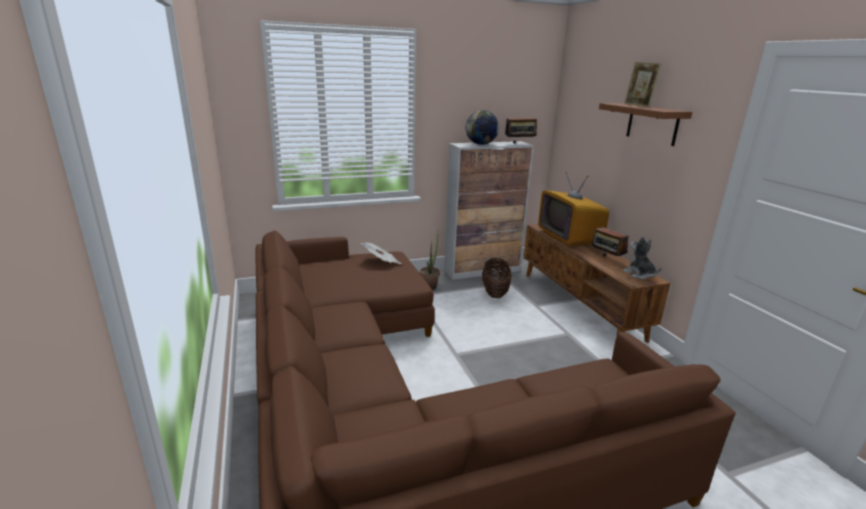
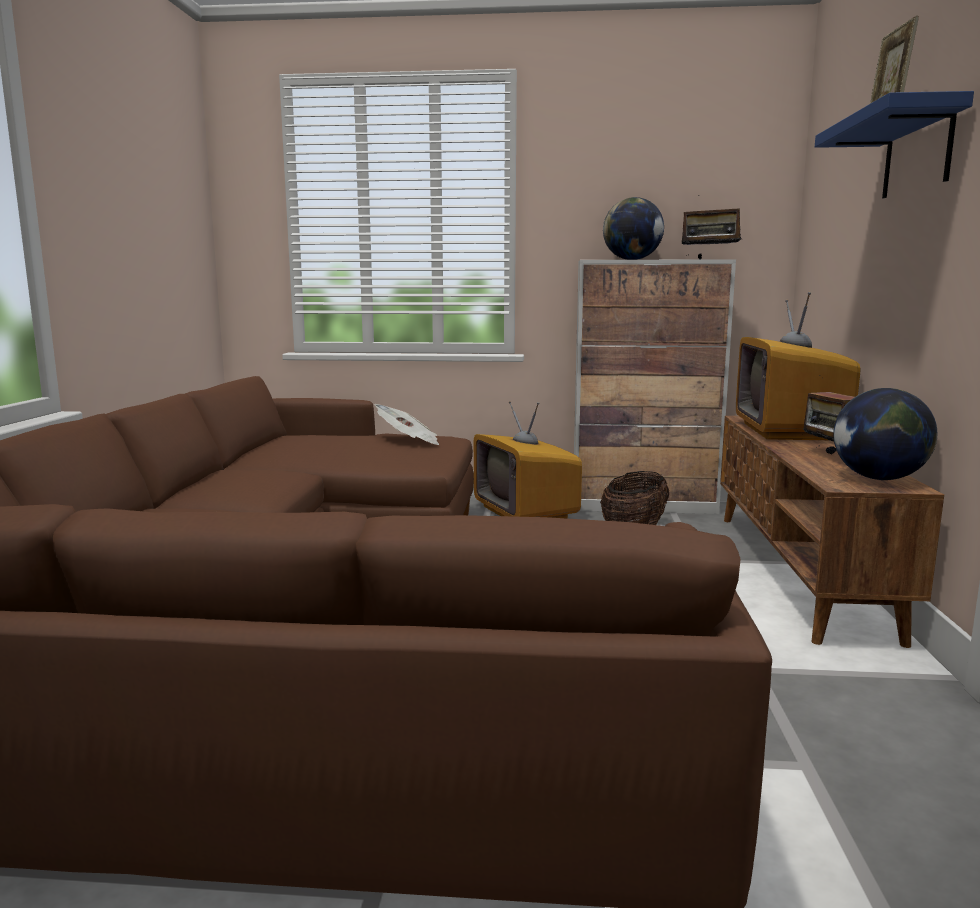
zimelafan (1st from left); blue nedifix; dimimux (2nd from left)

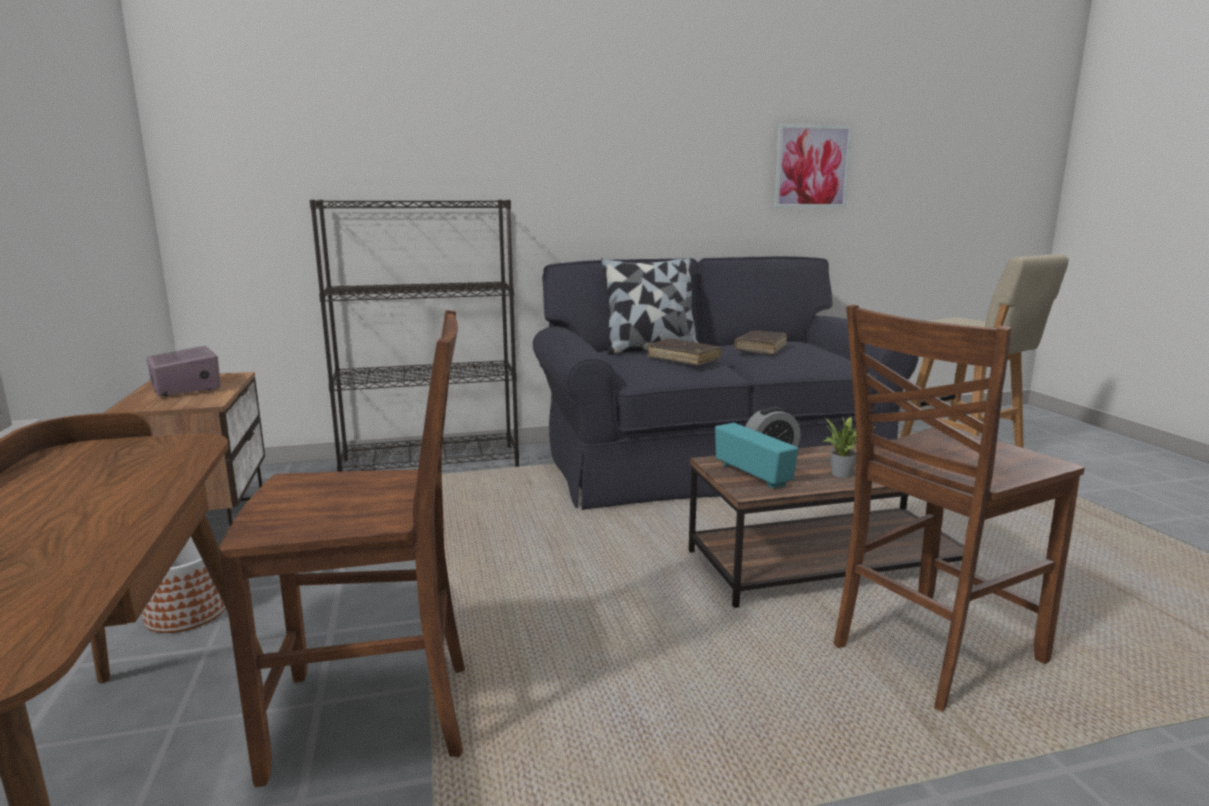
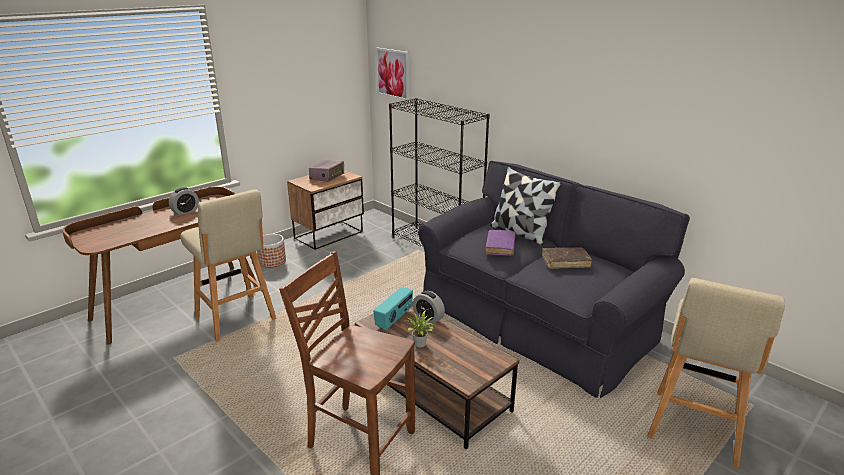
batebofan (1st from left); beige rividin (1st from left); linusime; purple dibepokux

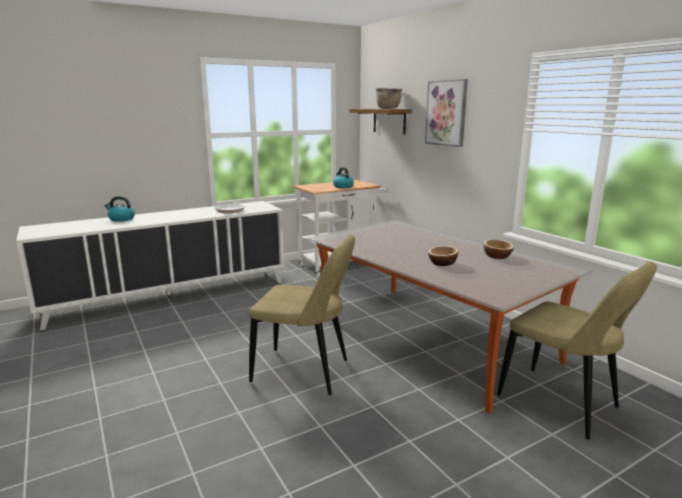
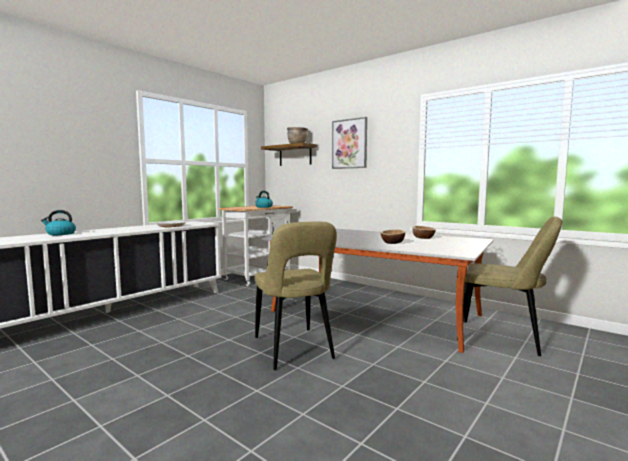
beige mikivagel (1st from left)

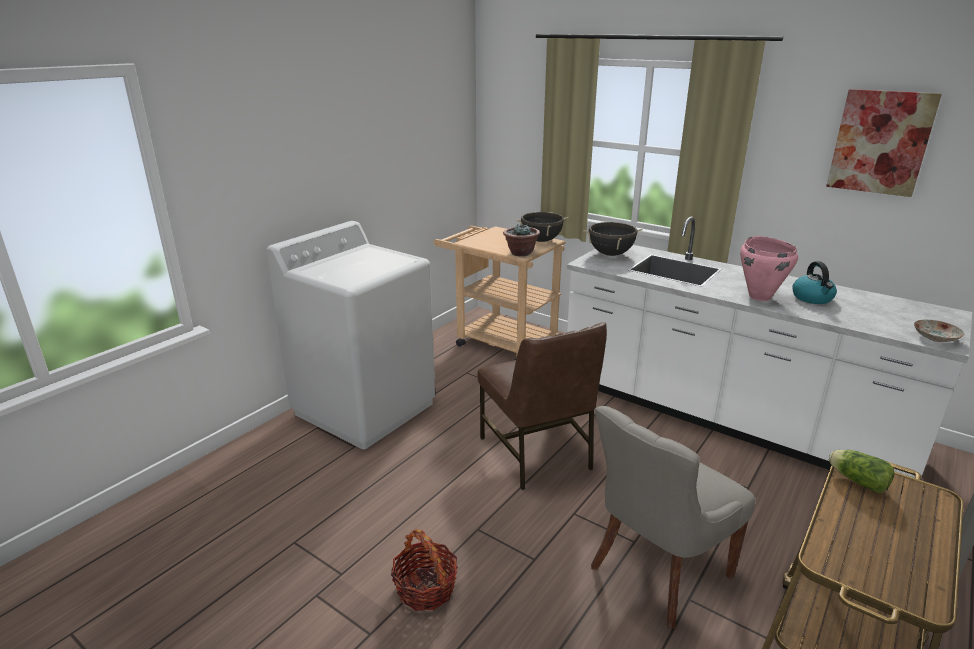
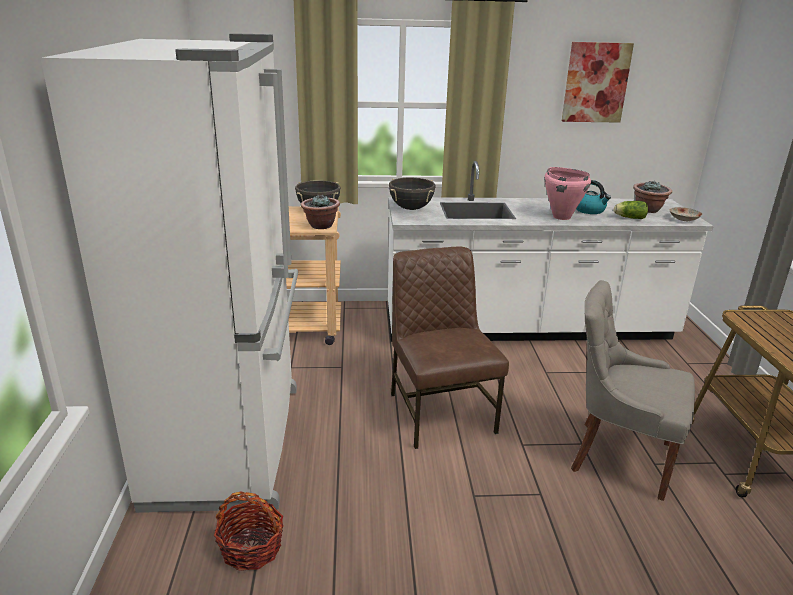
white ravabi; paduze; brown mikivagel; grey mikivagel; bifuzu; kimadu (2nd from left)

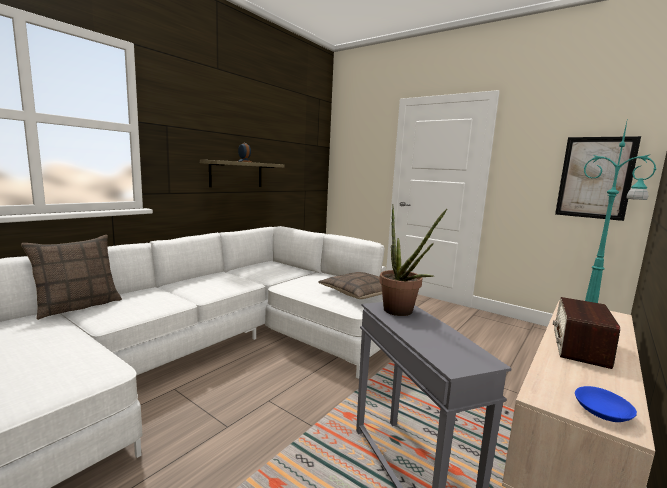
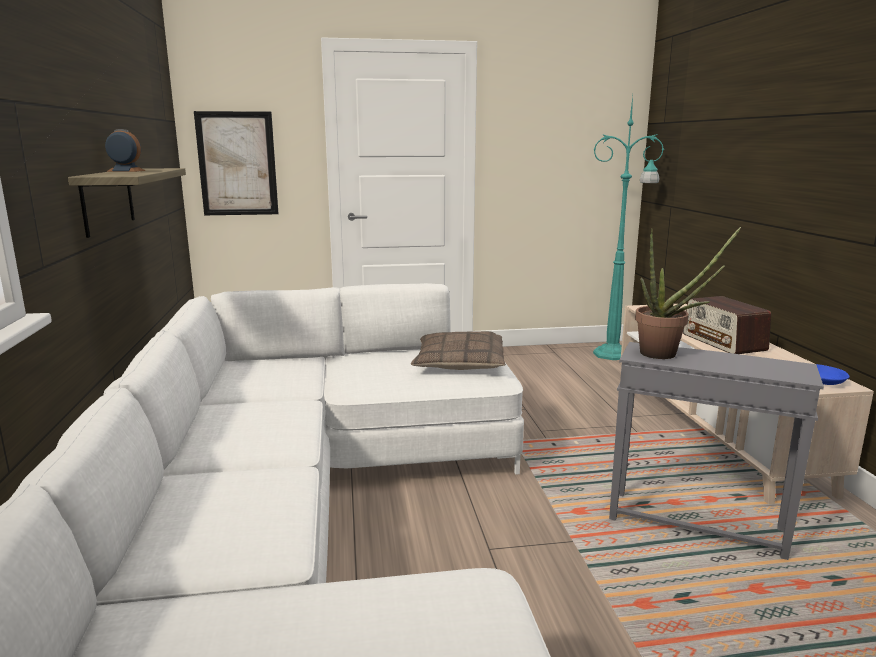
linusime; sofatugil (1st from left in the first image)

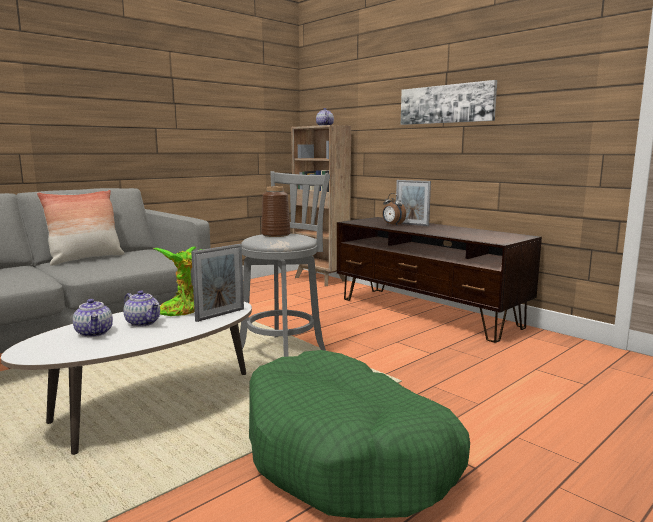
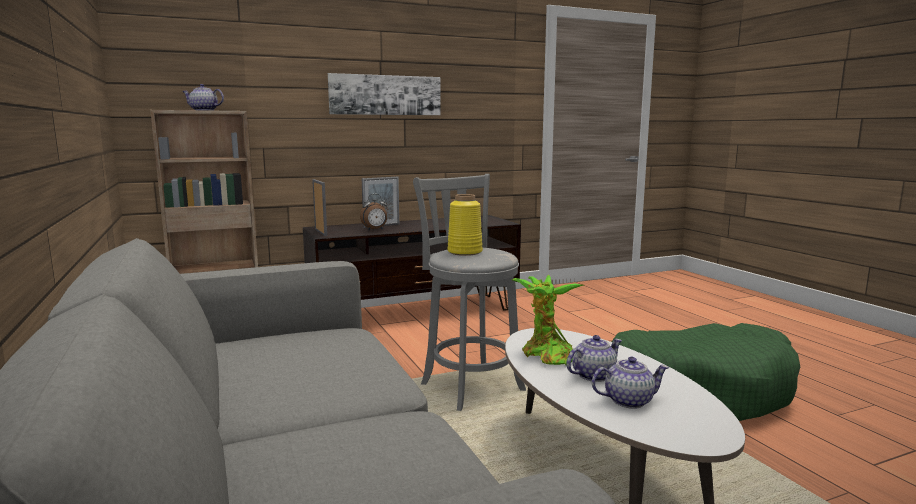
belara (1st from left); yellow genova; sofatugil

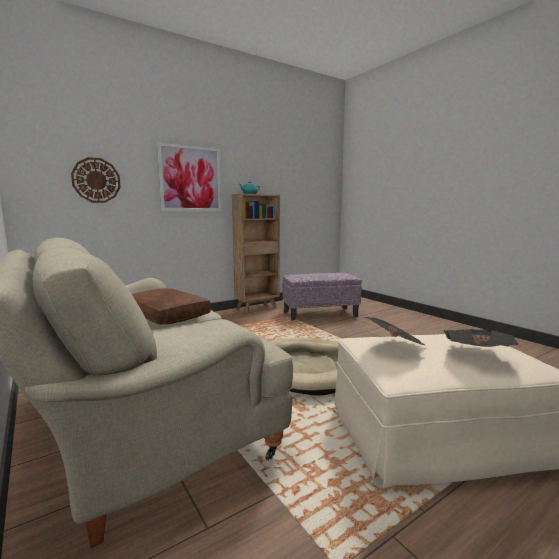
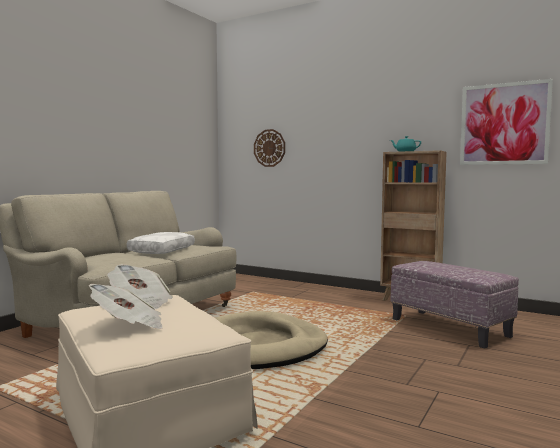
white sofatugil; linusime

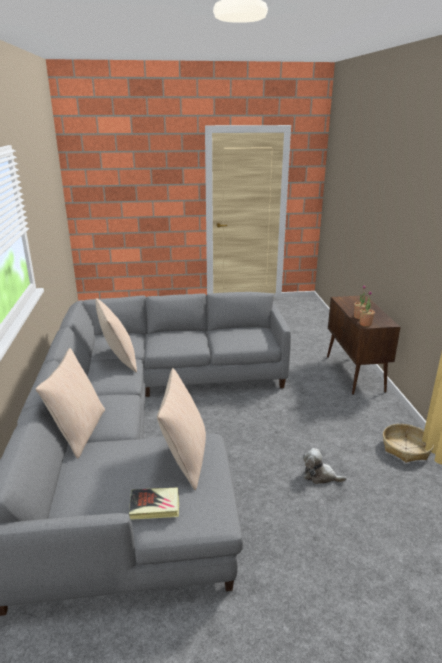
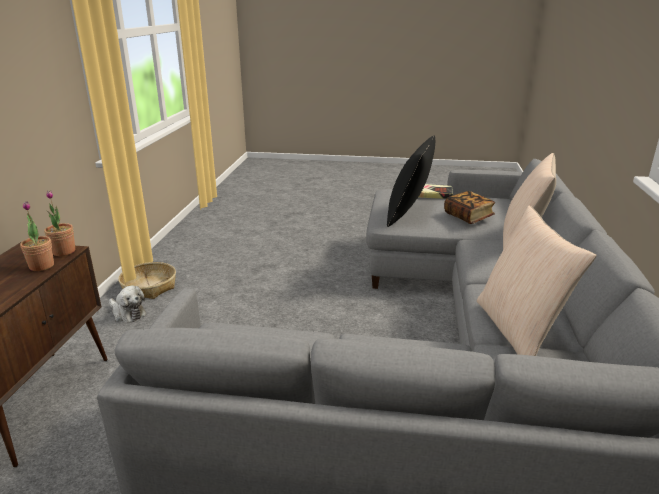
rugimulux; black sofatugil; dibepokux (2nd from left)

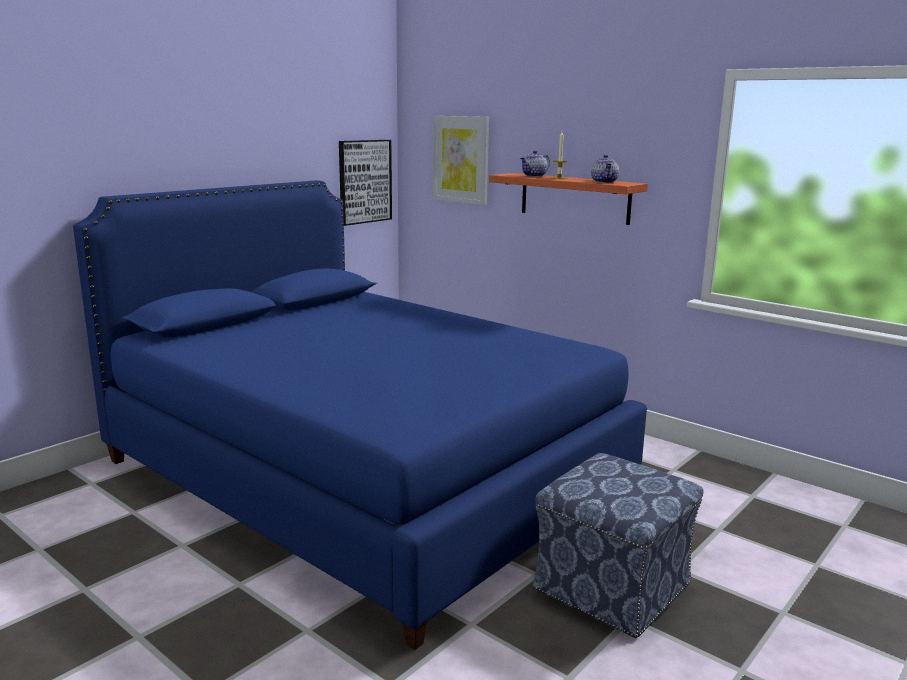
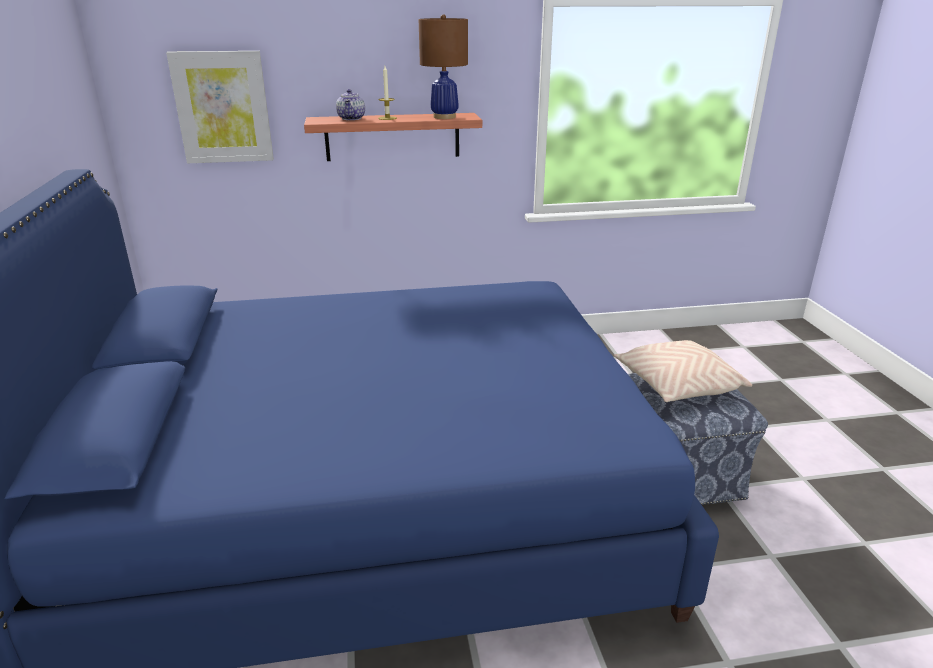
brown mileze; beige sofatugil; linusime (1st from left in the first image)

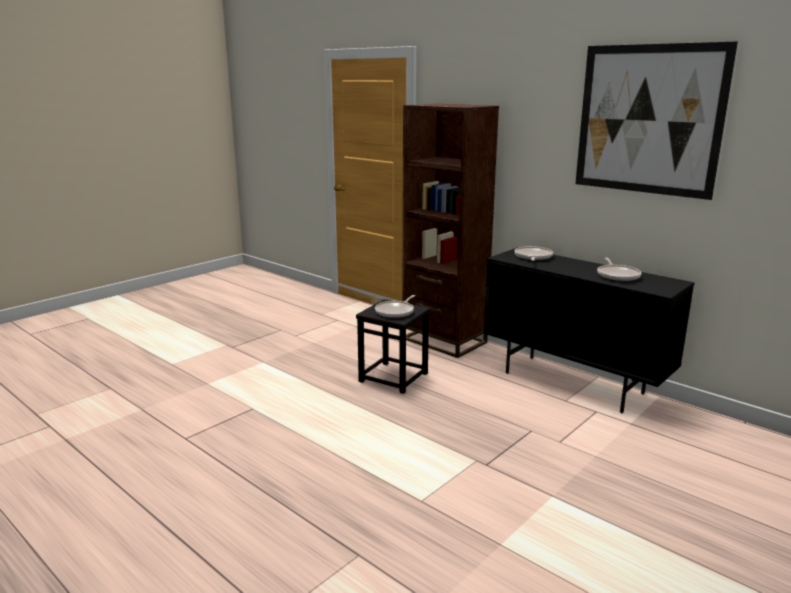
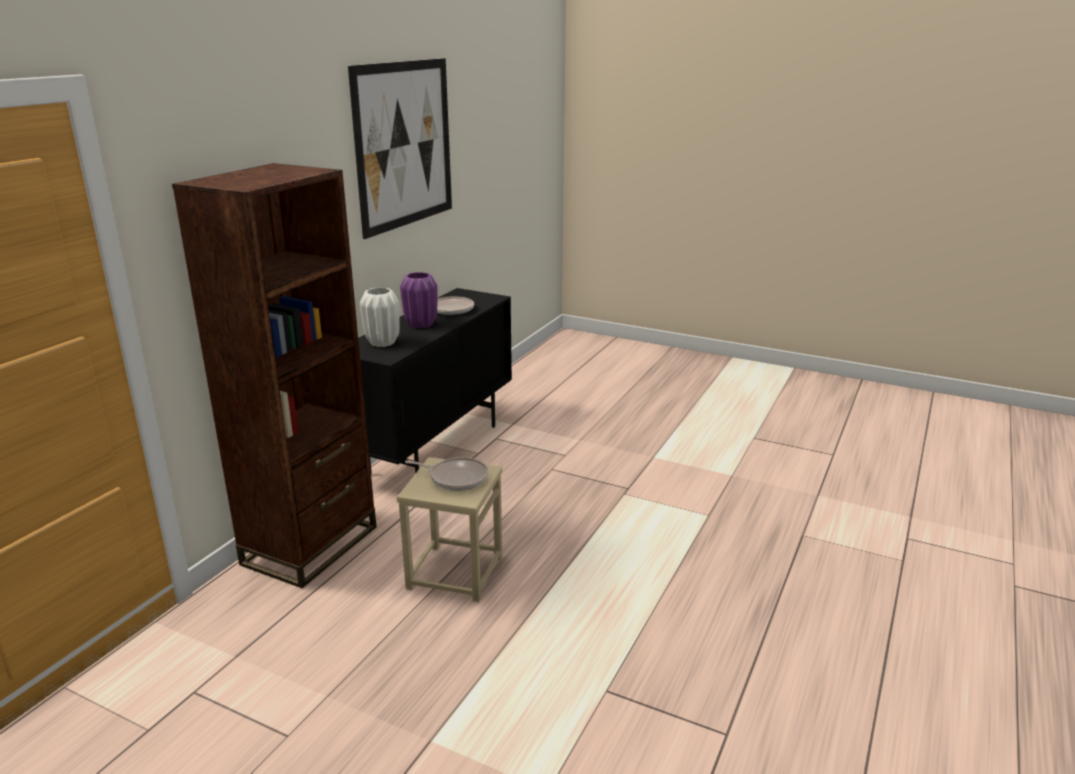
white genova; beige rividin; purple genova

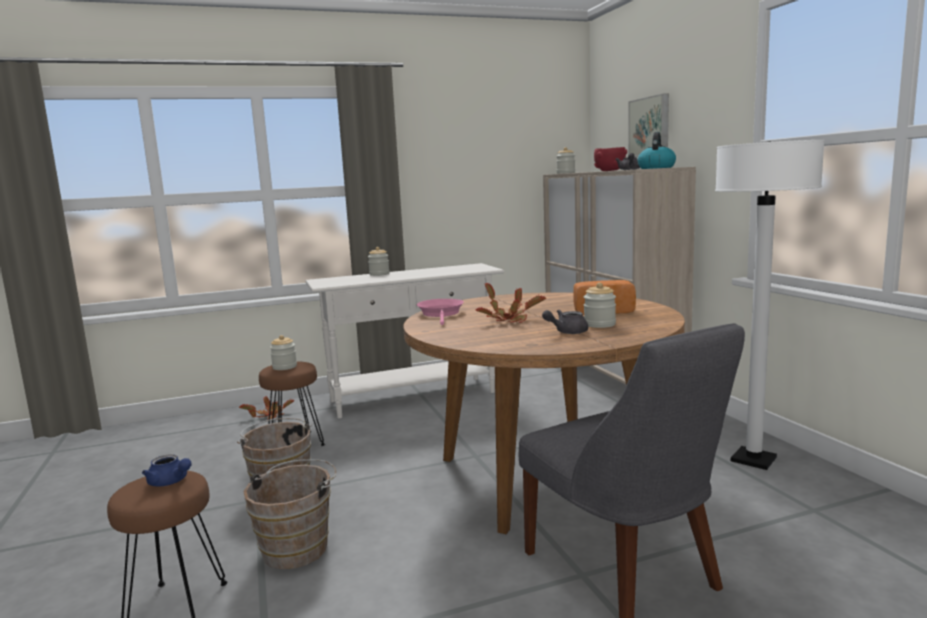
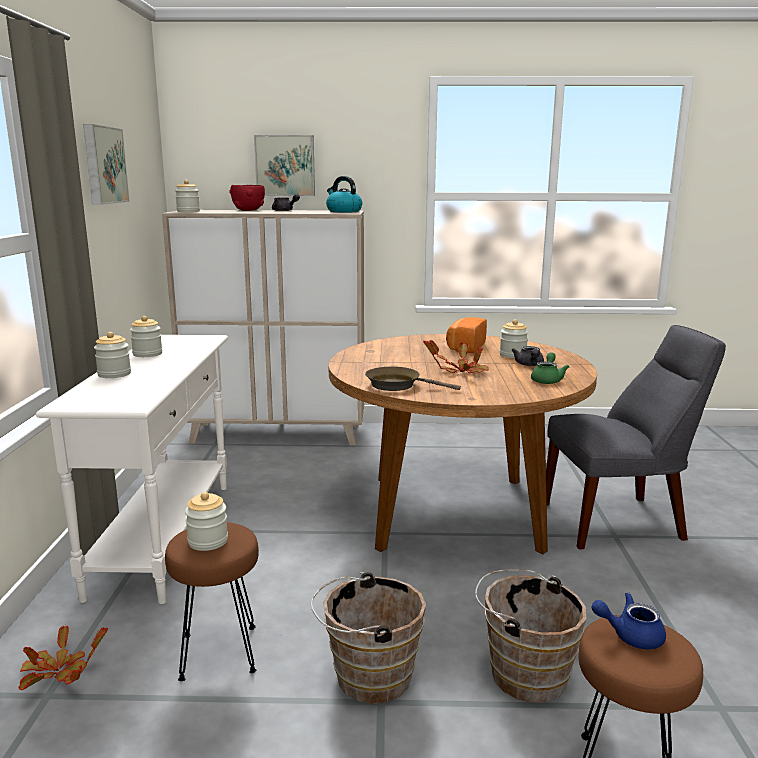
linusime (1st from left); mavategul (2nd from left); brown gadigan; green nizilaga; blue nizilaga; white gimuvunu

